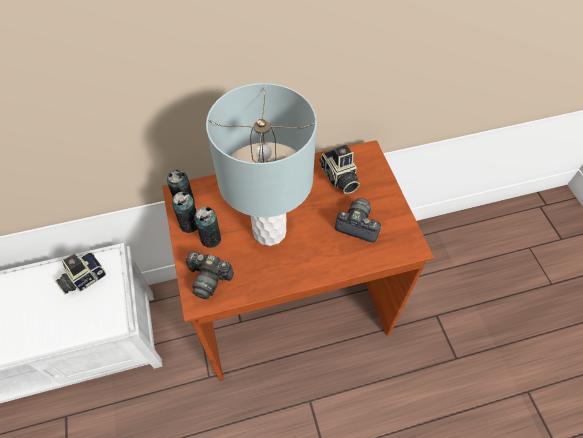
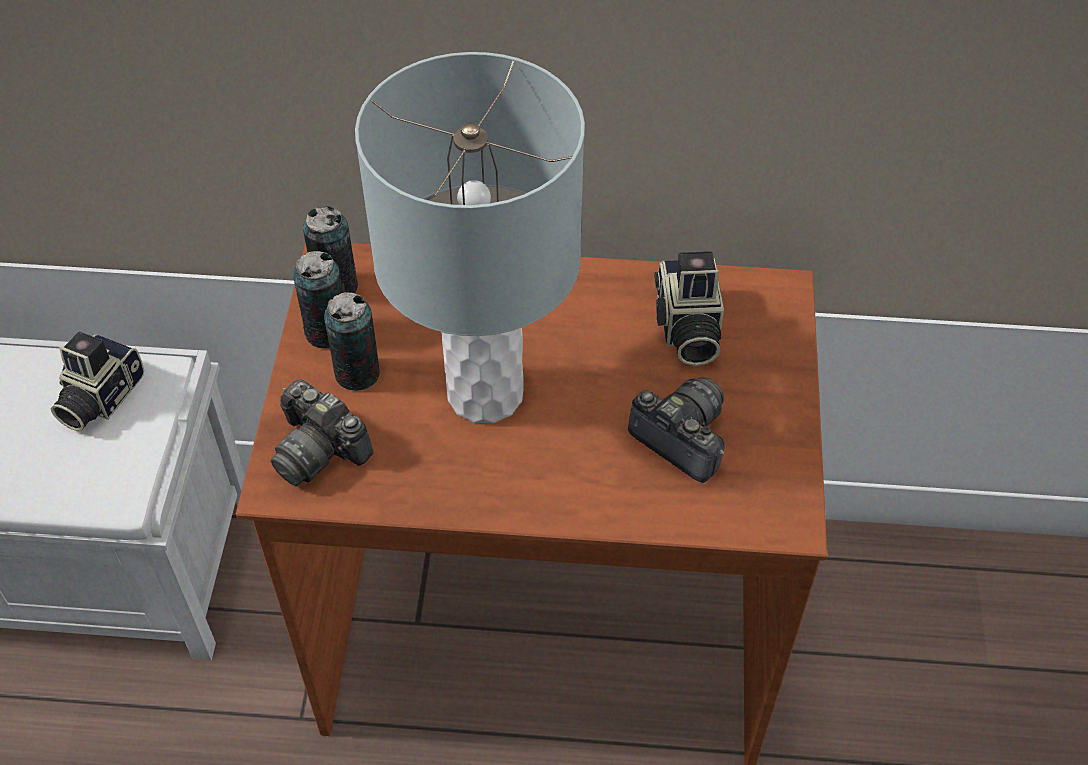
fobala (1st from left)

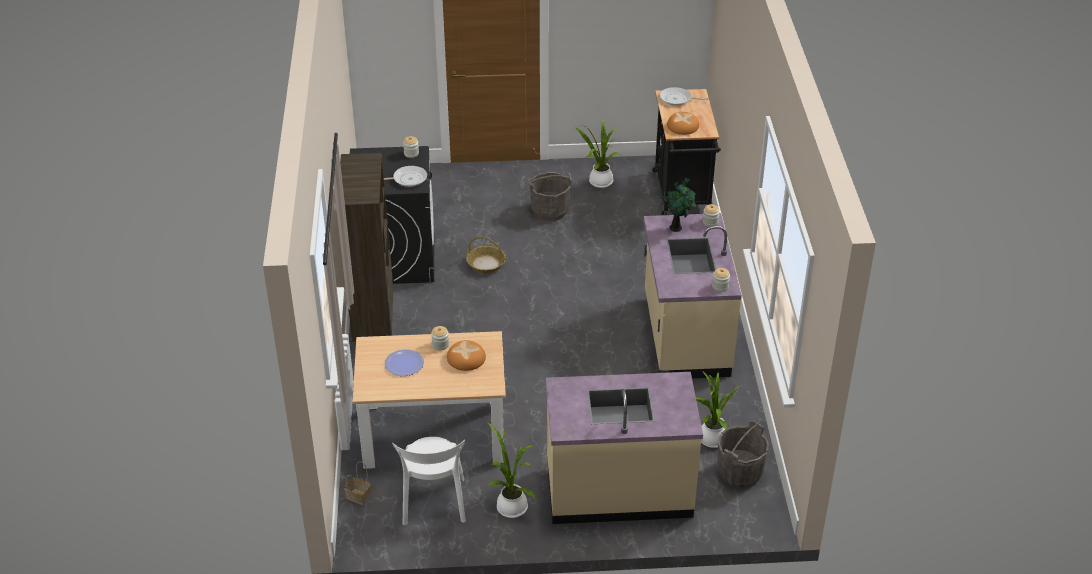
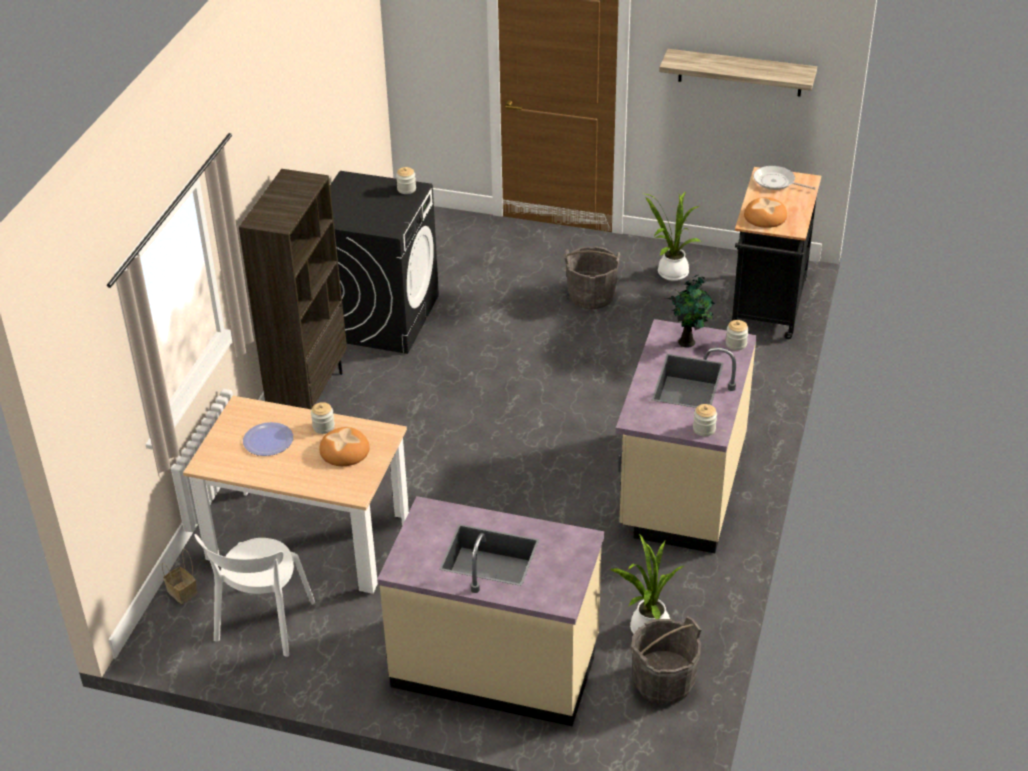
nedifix; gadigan (1st from left in the first image); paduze (2nd from left in the first image); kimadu (1st from left in the first image)

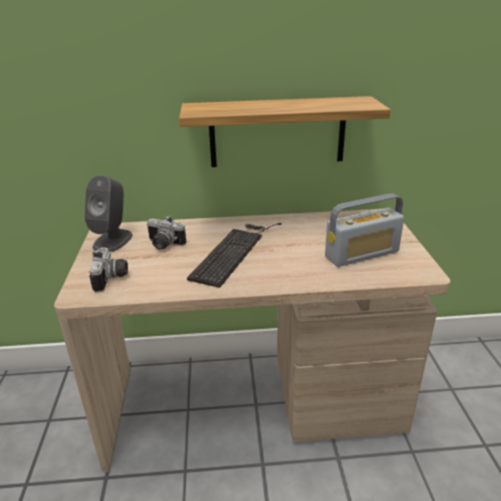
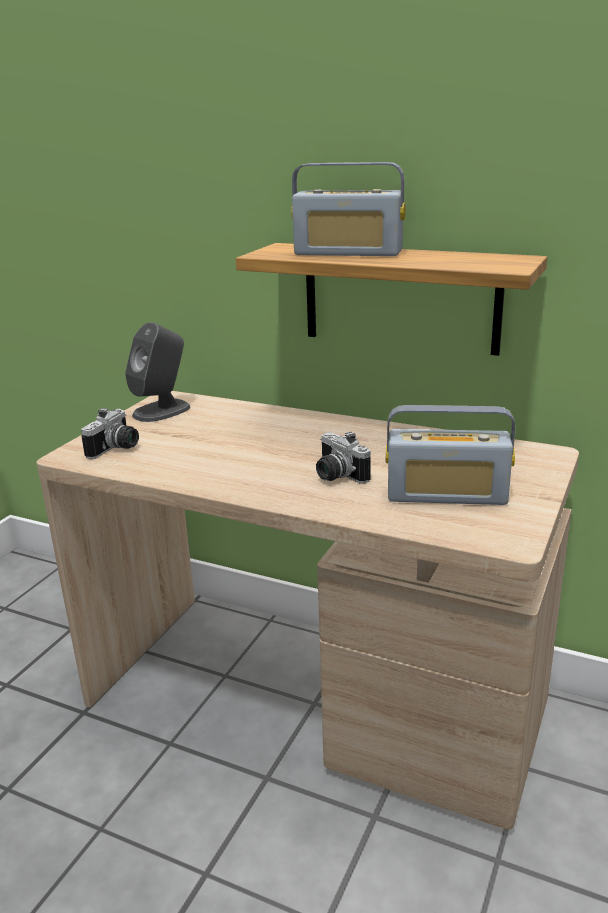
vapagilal (1st from left); fobala (2nd from left); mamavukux

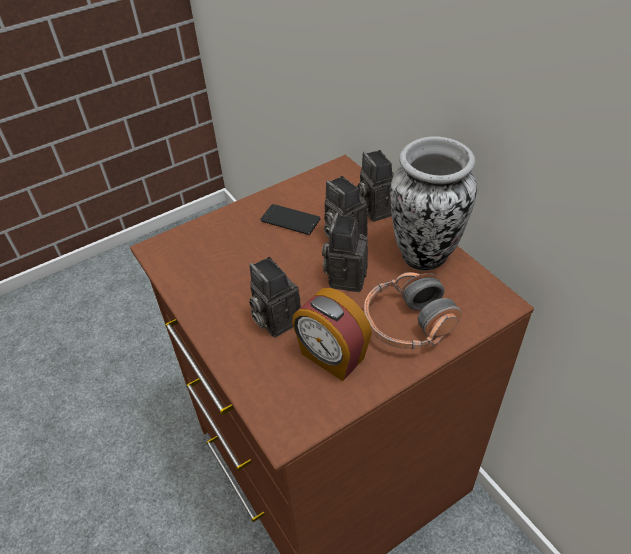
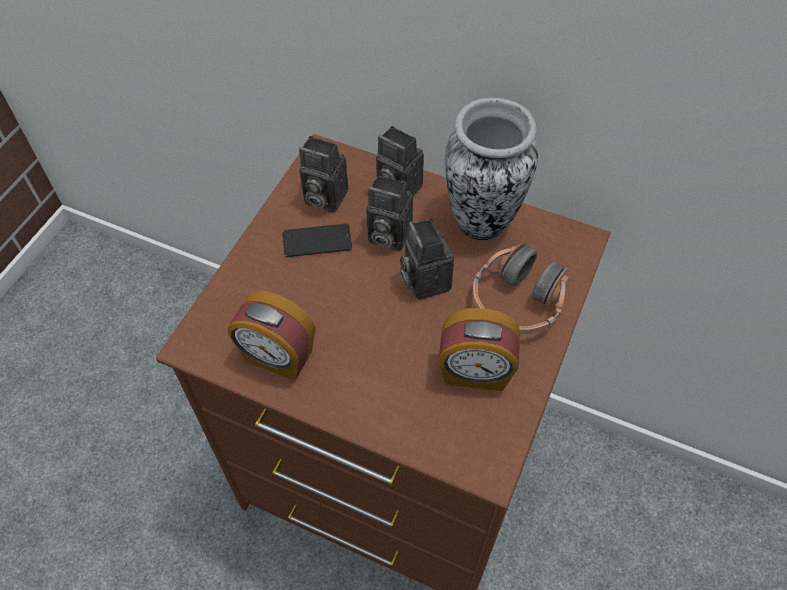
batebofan (1st from left); fobala (1st from left)

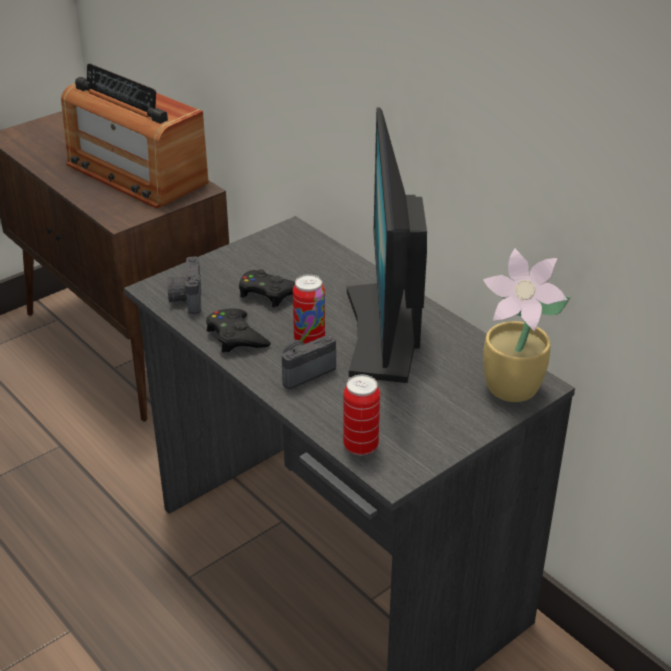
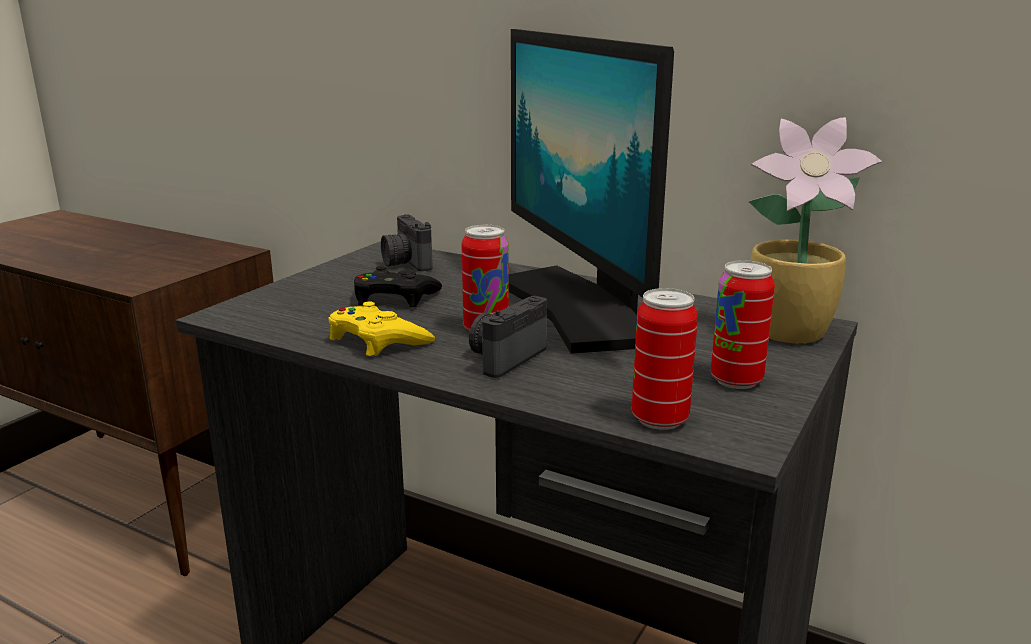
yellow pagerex; fobala (1st from left); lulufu (3rd from left); vapagilal

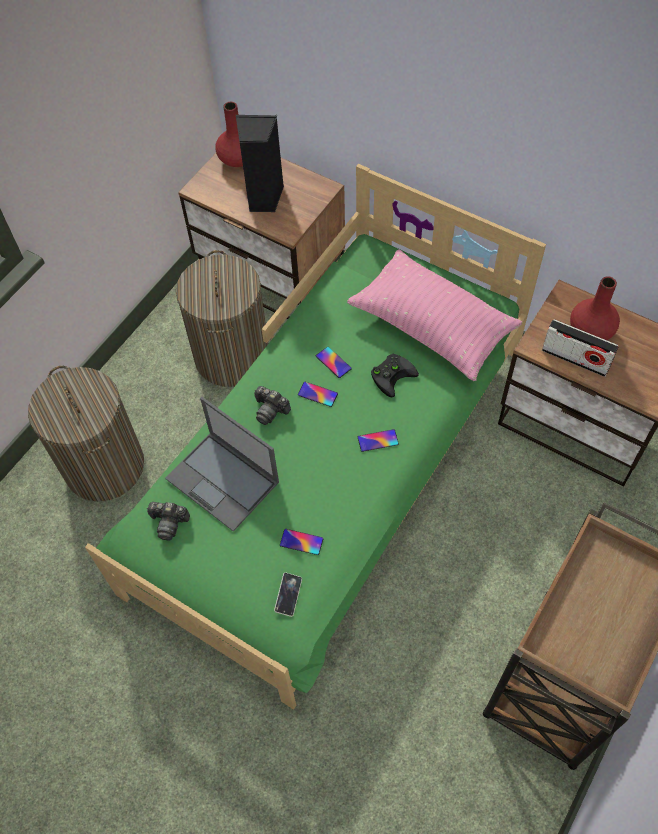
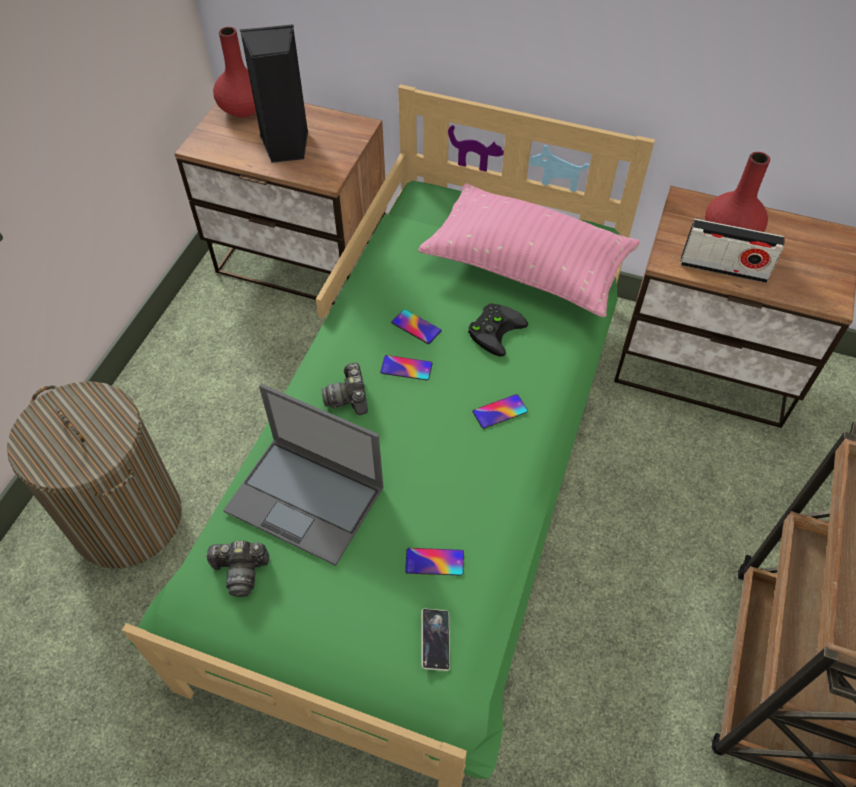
fobala (2nd from left); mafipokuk (2nd from left in the first image)

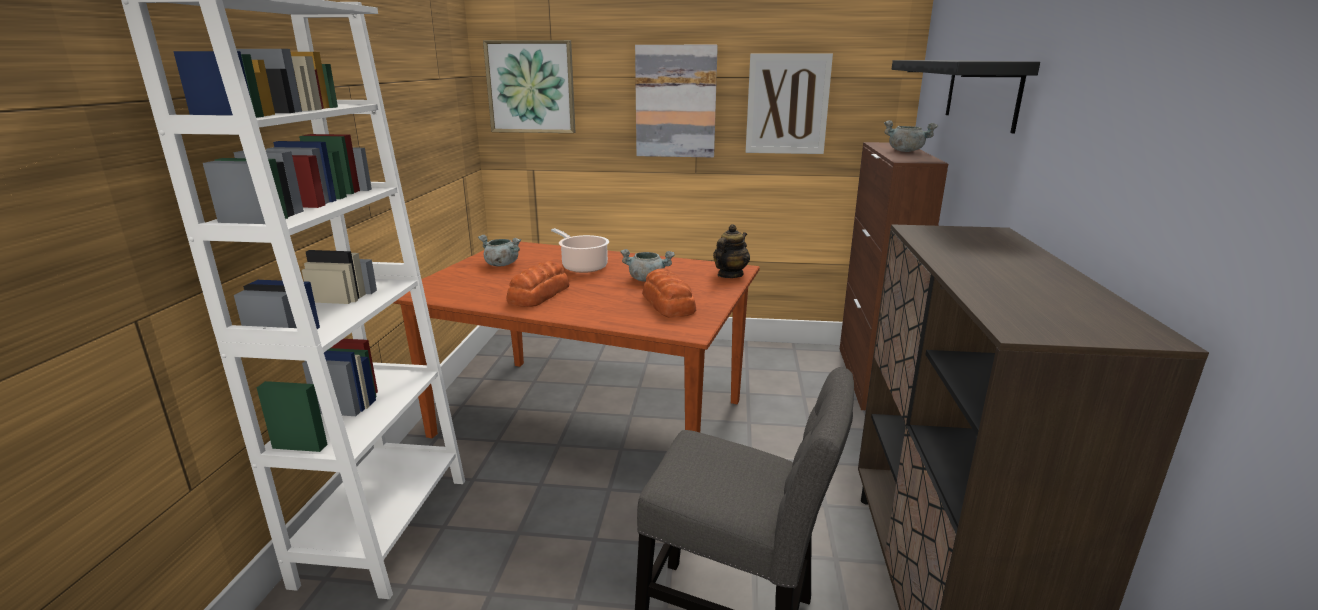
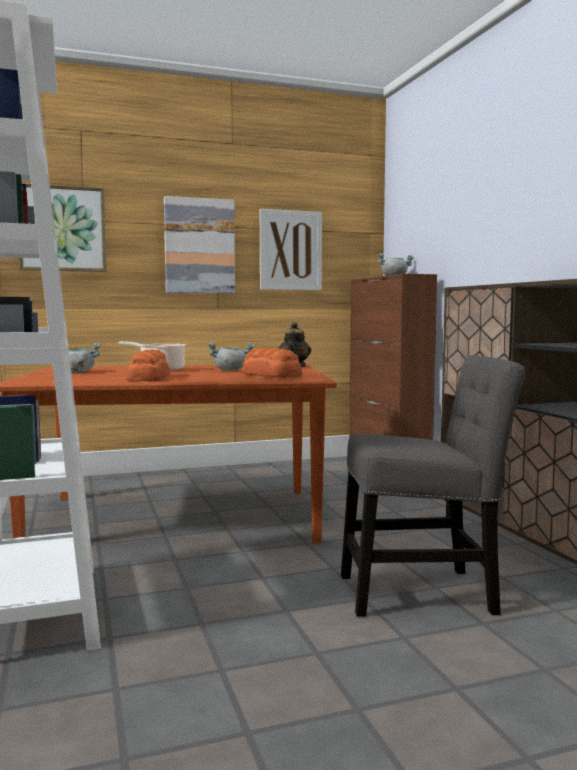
black nedifix

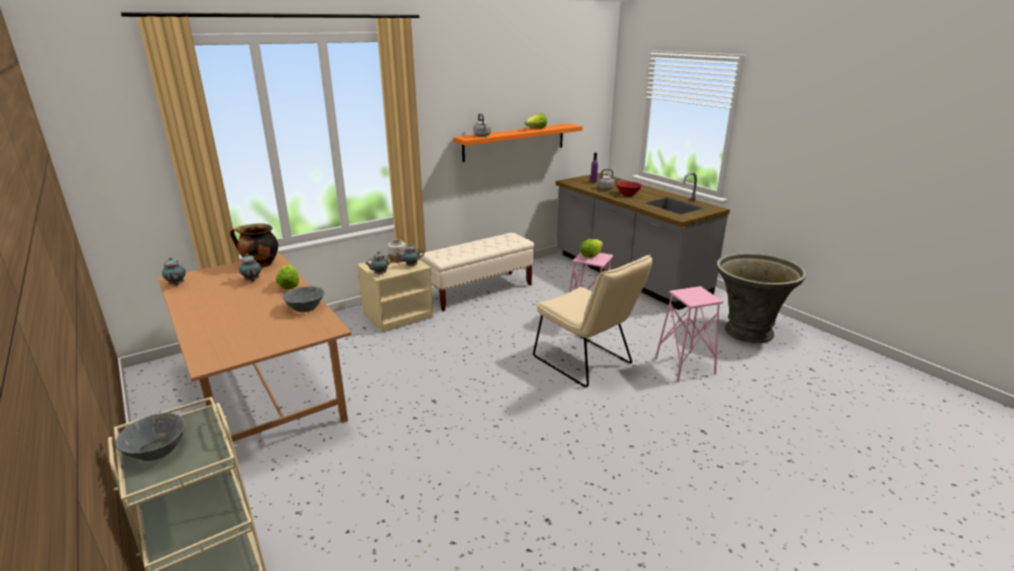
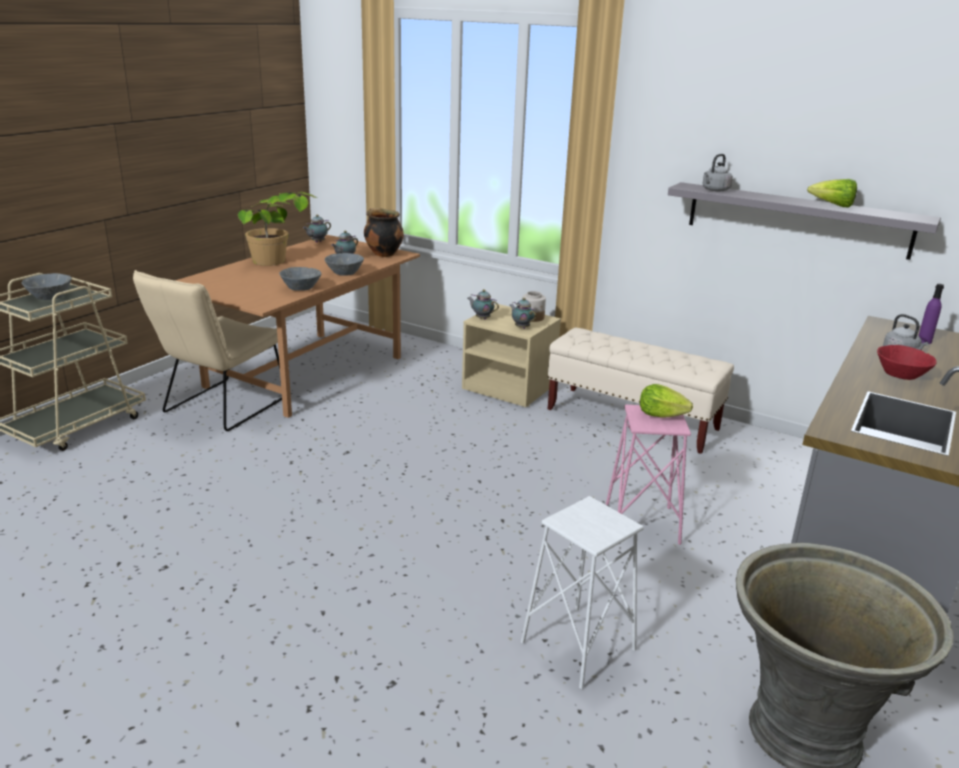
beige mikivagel; kimadu; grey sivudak (3rd from left); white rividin; grey nedifix

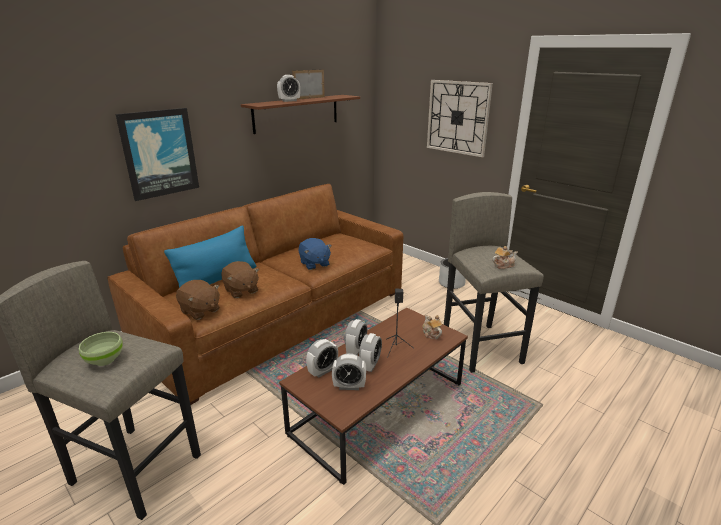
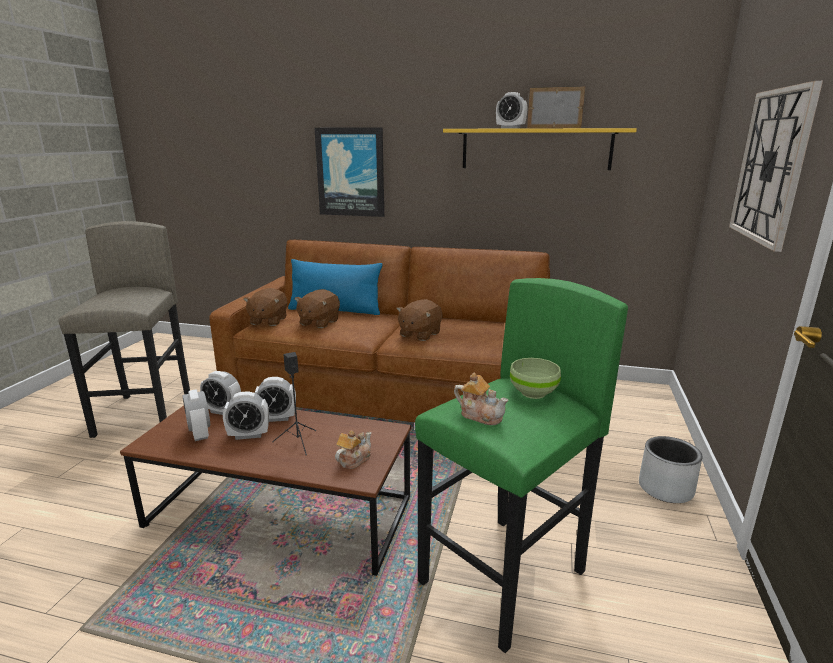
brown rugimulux (3rd from left); green rividin; yellow nedifix; green sivudak

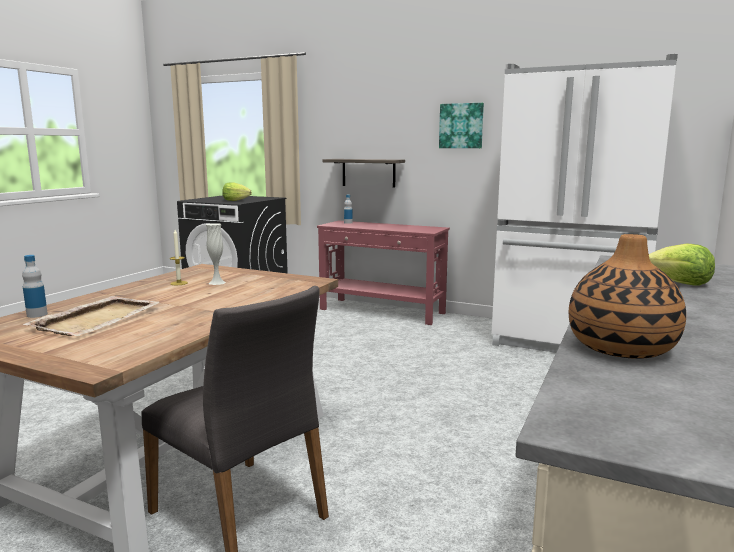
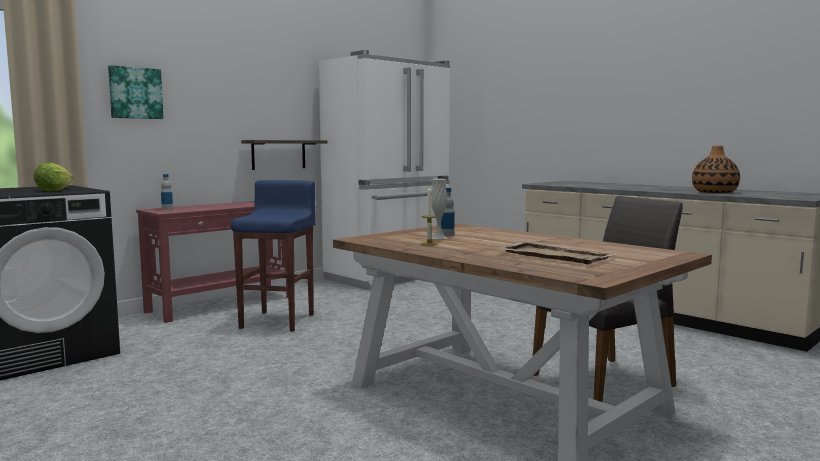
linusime; blue rividin; nedifix; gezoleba (2nd from left); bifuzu (2nd from left in the first image)

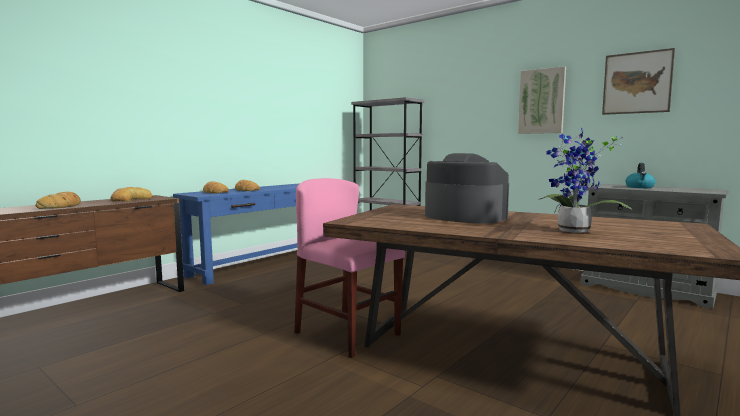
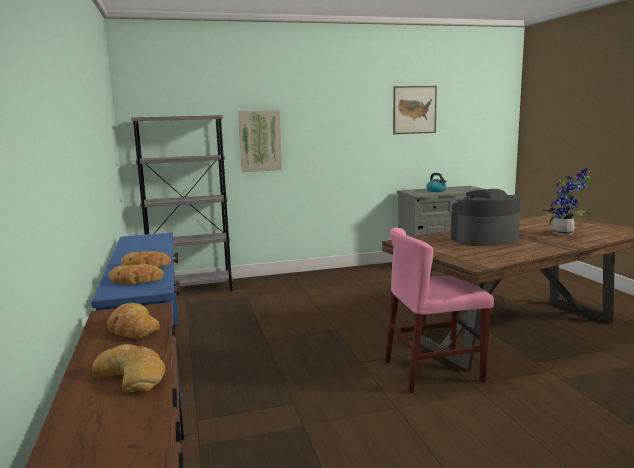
linusime (1st from left)

